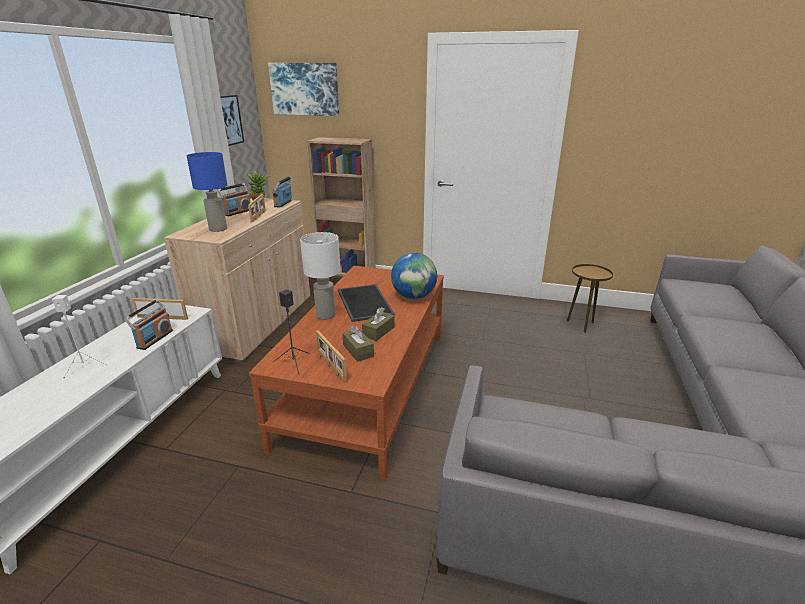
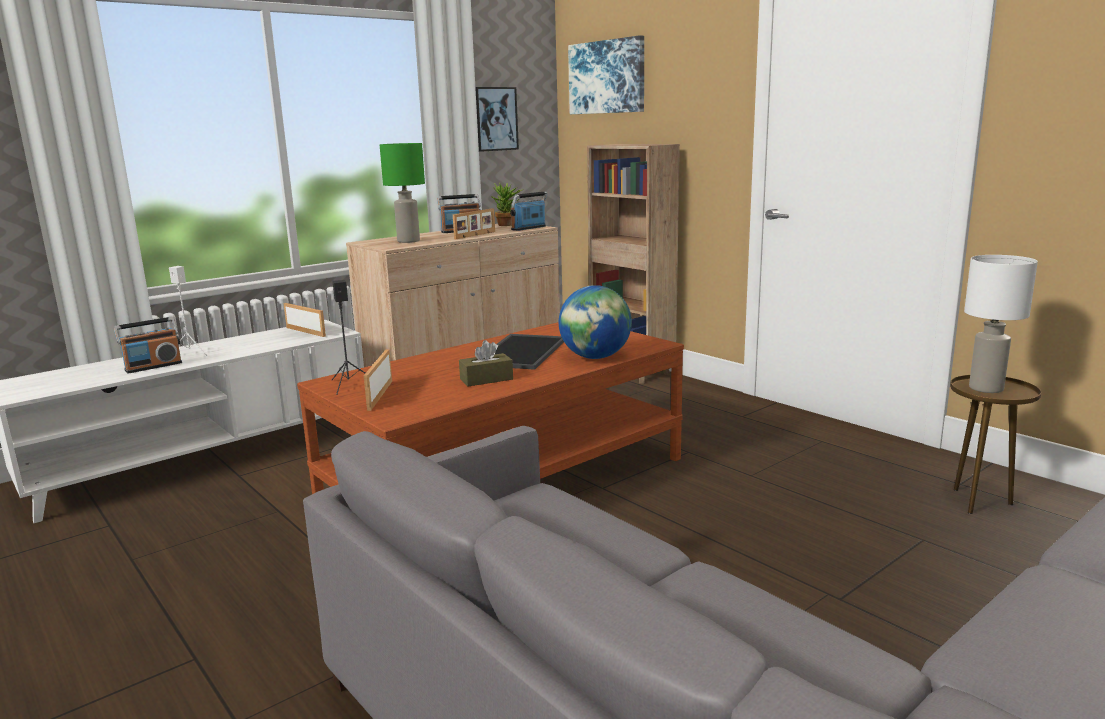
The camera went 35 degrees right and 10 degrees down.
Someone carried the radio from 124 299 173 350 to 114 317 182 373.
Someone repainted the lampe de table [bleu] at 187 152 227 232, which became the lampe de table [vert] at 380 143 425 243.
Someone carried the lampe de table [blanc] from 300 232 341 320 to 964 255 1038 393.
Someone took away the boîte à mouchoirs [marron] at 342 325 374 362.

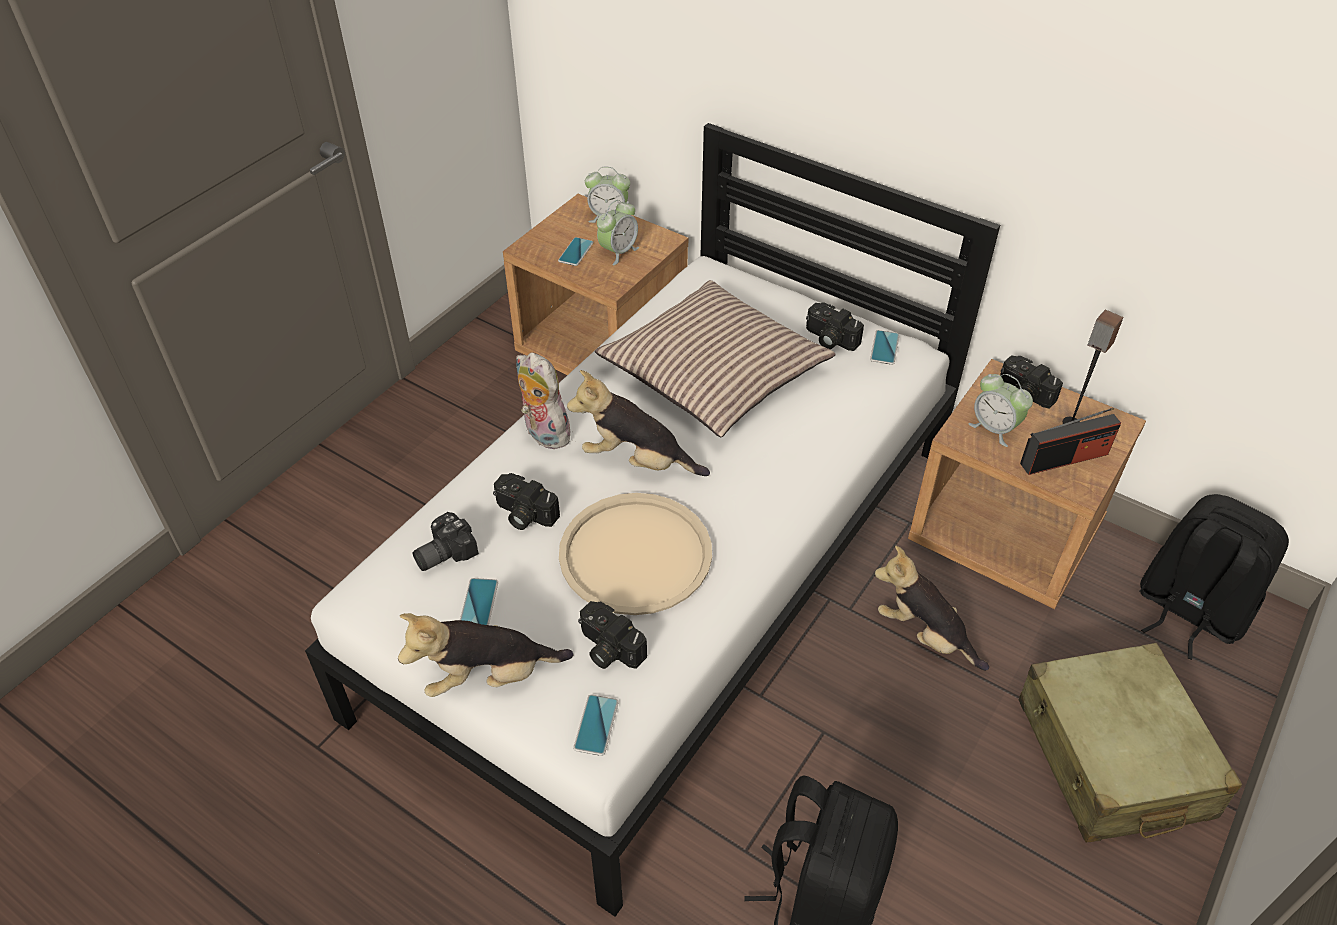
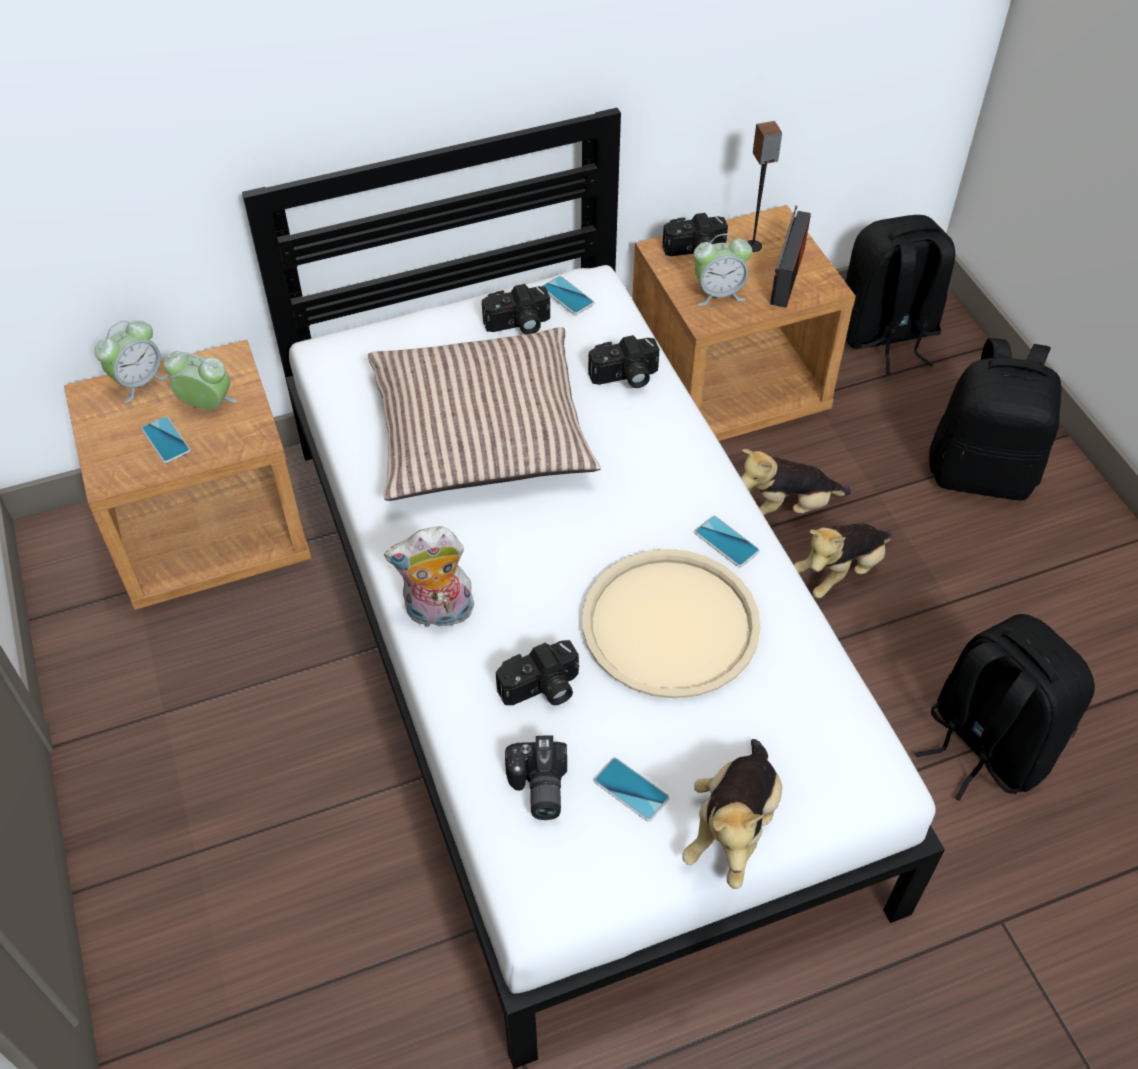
The camera went 55 degrees left and 5 degrees up.
Someone rotated the réveil at 597 200 639 265 by 60 degrees counterclockwise.
Someone carried the appareil photo from 578 601 647 669 to 588 335 660 388.
Someone carried the téléphone from 573 694 619 756 to 694 516 760 567.
Someone carried the peluche from 567 370 710 476 to 794 523 892 598.
Someone swapped the valise [beige] at 1019 643 1242 843 for the sac à dos [noir] at 929 338 1062 501.

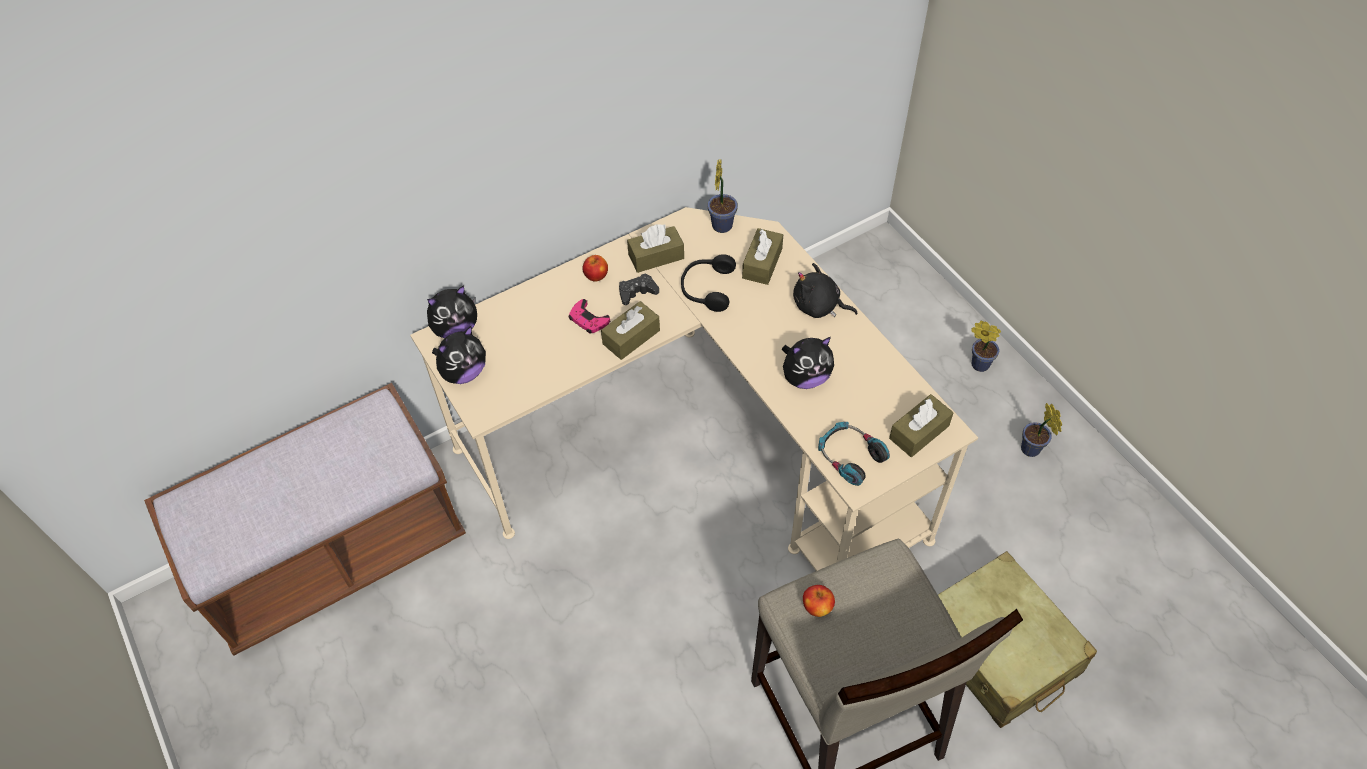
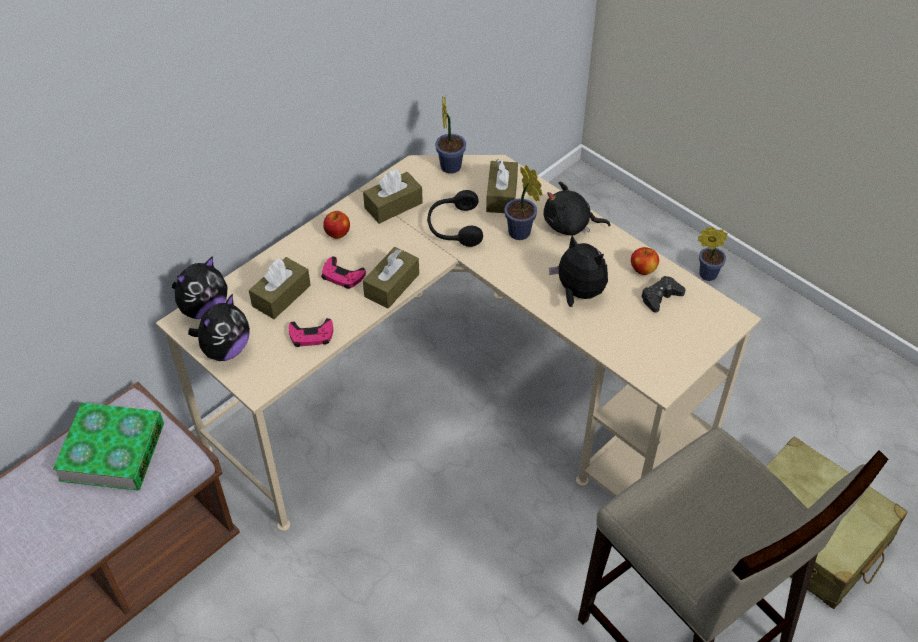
The camera went 15 degrees left and 5 degrees down.
Someone put down the livre at 53 402 164 491.
Someone carried the boîte à mouchoirs [marron] from 889 394 954 457 to 249 257 311 319.
Someone put down the manette [rose] at 289 318 333 347.
Someone carried the plante en pot from 1021 403 1062 457 to 504 165 542 240.
Someone rotated the peluche at 782 337 834 389 by 105 degrees counterclockwise.
Someone carried the pomme from 803 585 835 617 to 631 247 659 275.
Someone carried the manette [noir] from 619 273 659 305 to 641 276 686 313.
Someone took away the casque audio at 818 422 890 486.

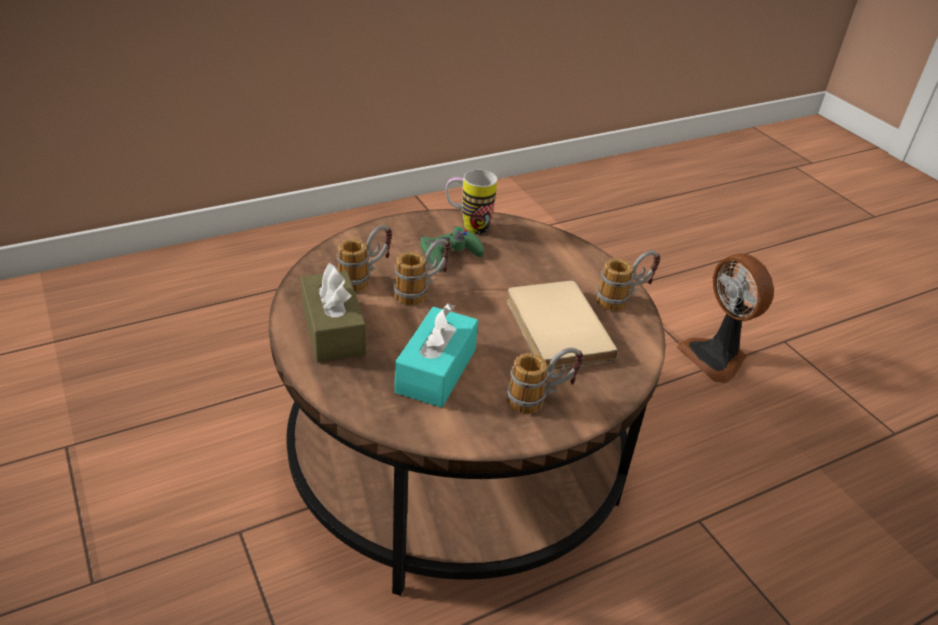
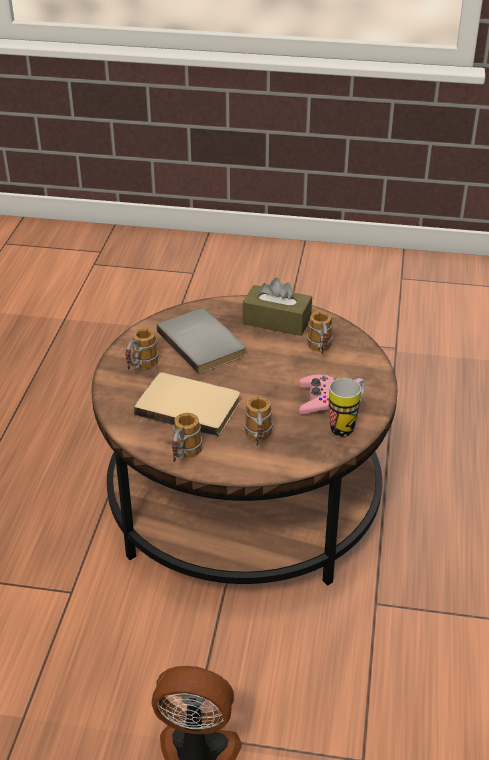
The camera went 130 degrees right and 0 degrees up.
Someone swapped the boîte à mouchoirs [turquoise] at 395 303 478 408 for the livre [gris] at 156 308 246 374.
Someone carried the mug from 393 239 451 306 to 244 396 273 446.
Someone repainted the manette [vert] at 420 226 484 271, which became the manette [rose] at 299 374 336 415.

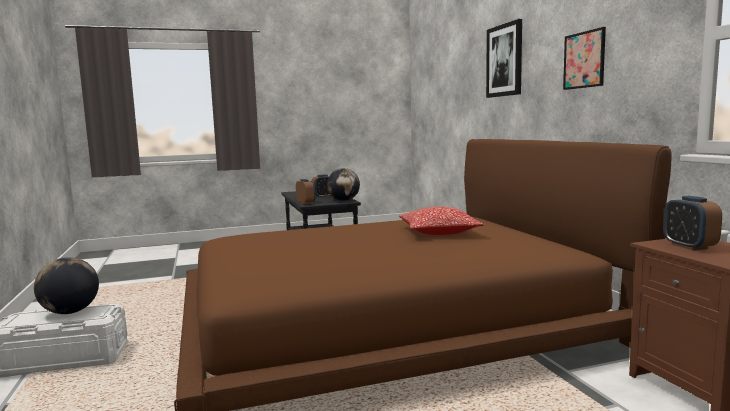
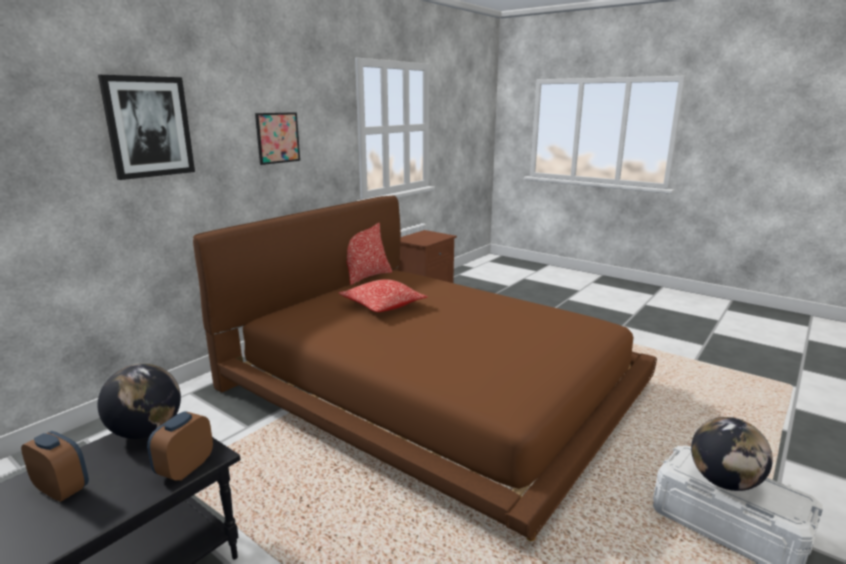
The camera went 125 degrees left and 10 degrees up.
Someone put down the coussin at 347 223 392 285.
Someone took away the réveil at 663 196 722 250.

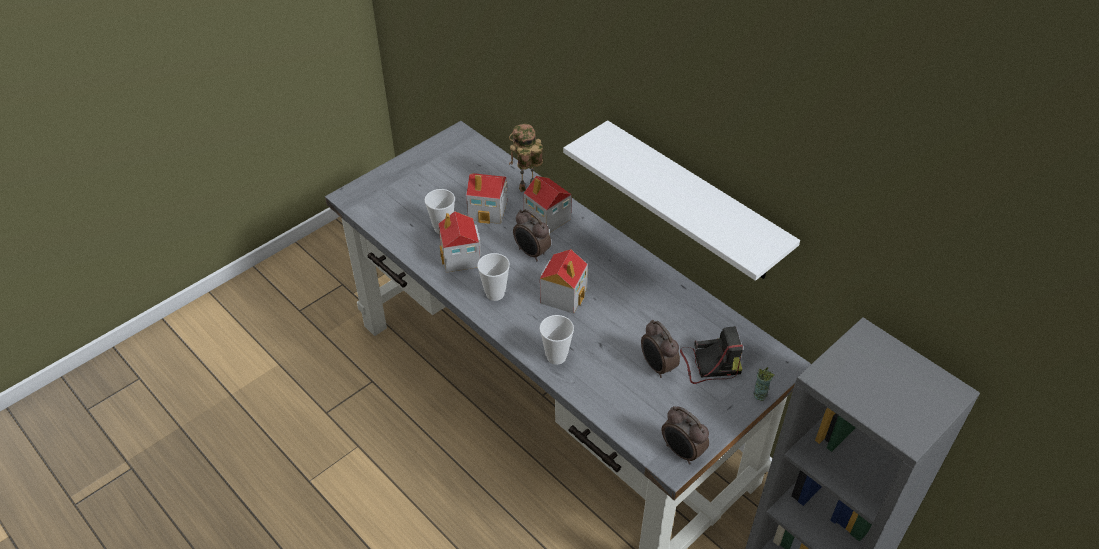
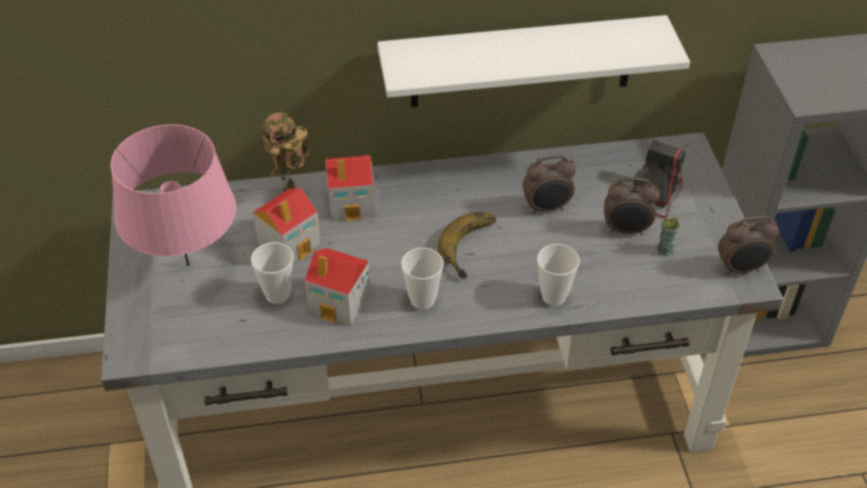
The camera went 55 degrees left and 0 degrees up.
Someone put down the lampe de table [rose] at 111 124 236 266.
Someone swapped the maison miniature at 540 249 588 314 for the banane at 438 212 496 278.
Someone carried the réveil from 513 209 551 261 to 523 155 576 214.
Someone carried the tasse from 753 367 775 401 to 658 216 680 256.

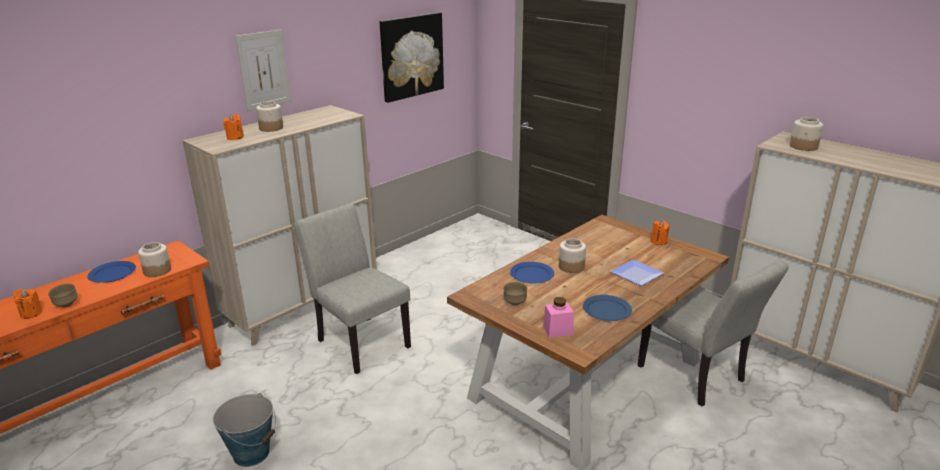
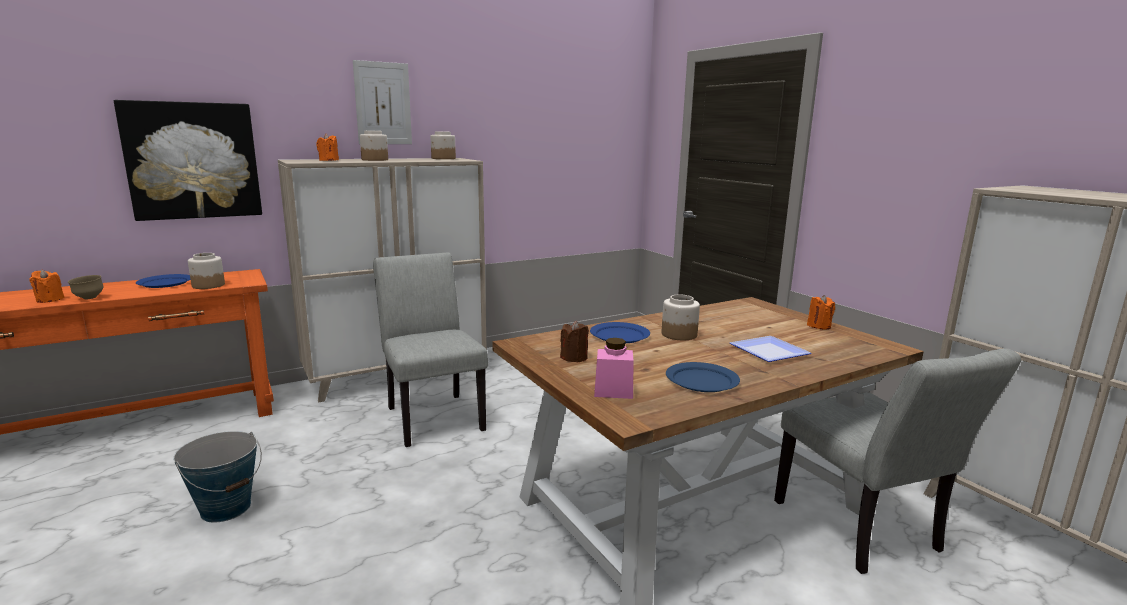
The camera went 15 degrees right and 10 degrees down.
Someone carried the tableau from 380 12 444 103 to 114 100 262 221.
Someone carried the bocal from 790 117 823 151 to 431 131 456 159.
Someone swapped the bol [marron] at 503 282 527 306 for the bougie [marron] at 560 321 589 362.

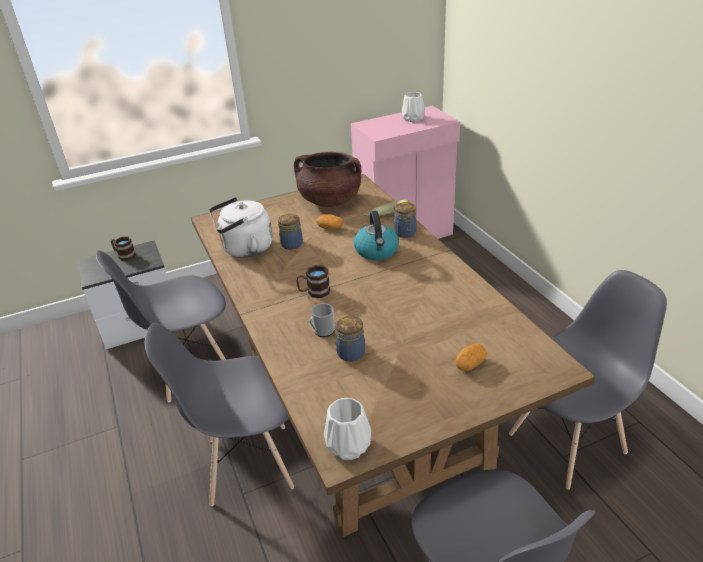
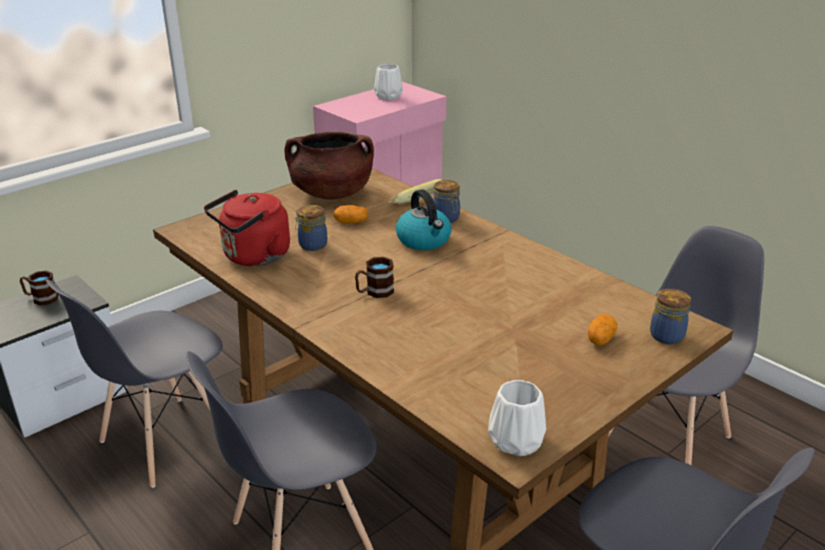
The camera went 20 degrees left and 5 degrees down.
Someone repainted the bouilloire [blanc] at 209 197 272 258, which became the bouilloire [rouge] at 204 190 290 266.
Someone carried the bocal from 335 316 365 362 to 650 289 691 345.
Someone took away the mug at 309 303 334 337.

